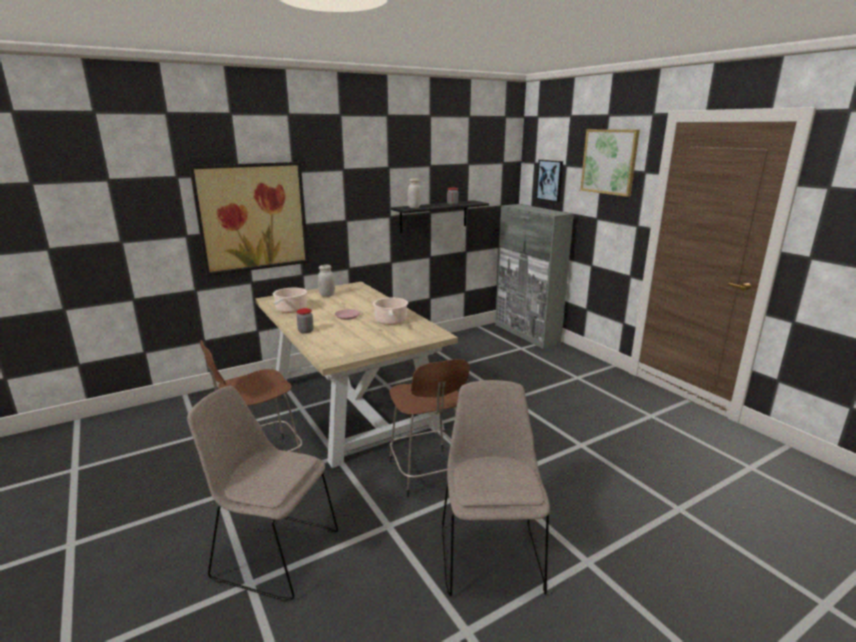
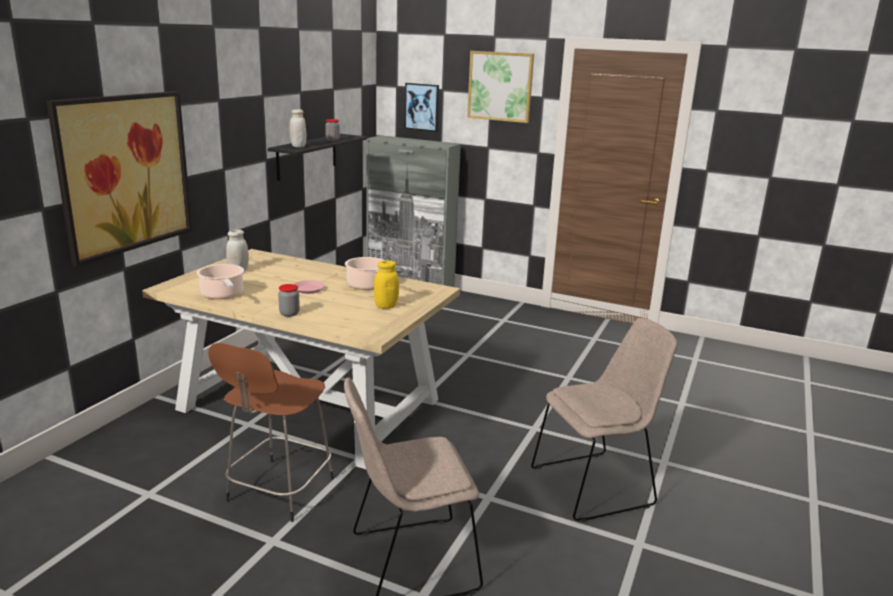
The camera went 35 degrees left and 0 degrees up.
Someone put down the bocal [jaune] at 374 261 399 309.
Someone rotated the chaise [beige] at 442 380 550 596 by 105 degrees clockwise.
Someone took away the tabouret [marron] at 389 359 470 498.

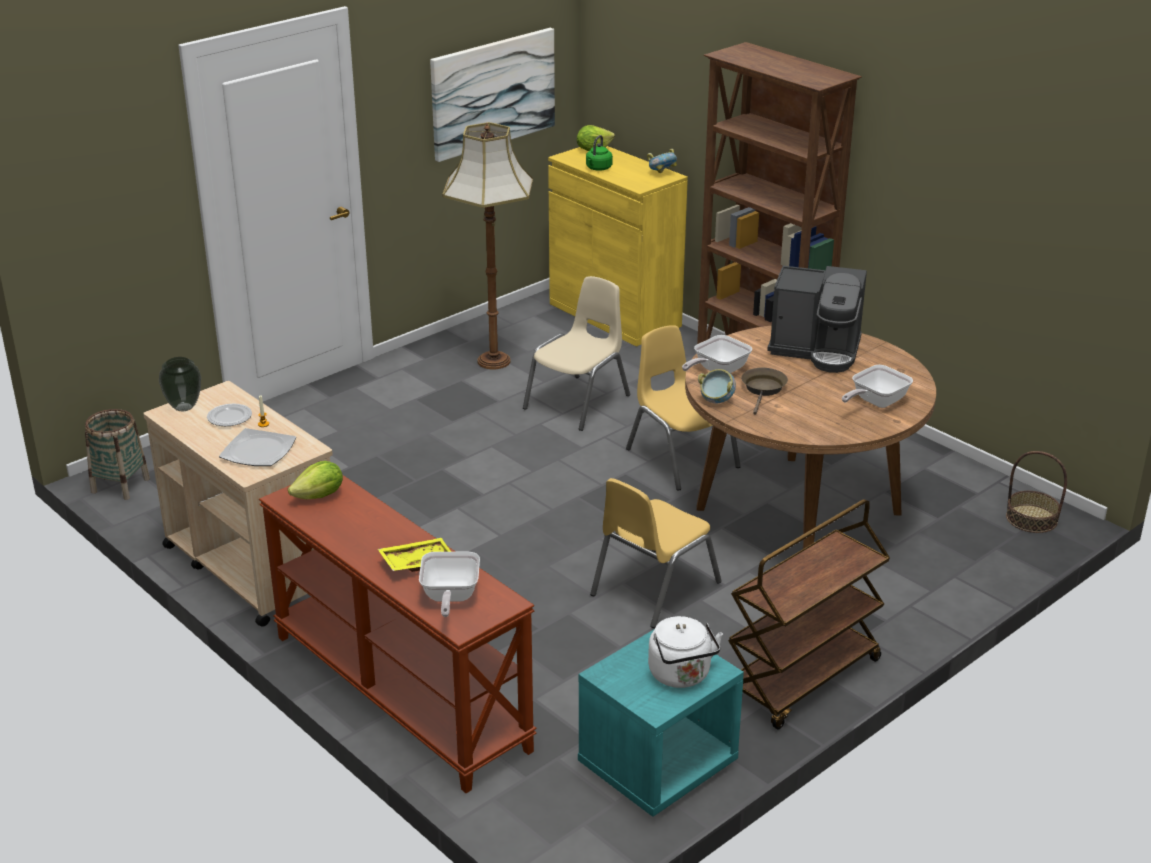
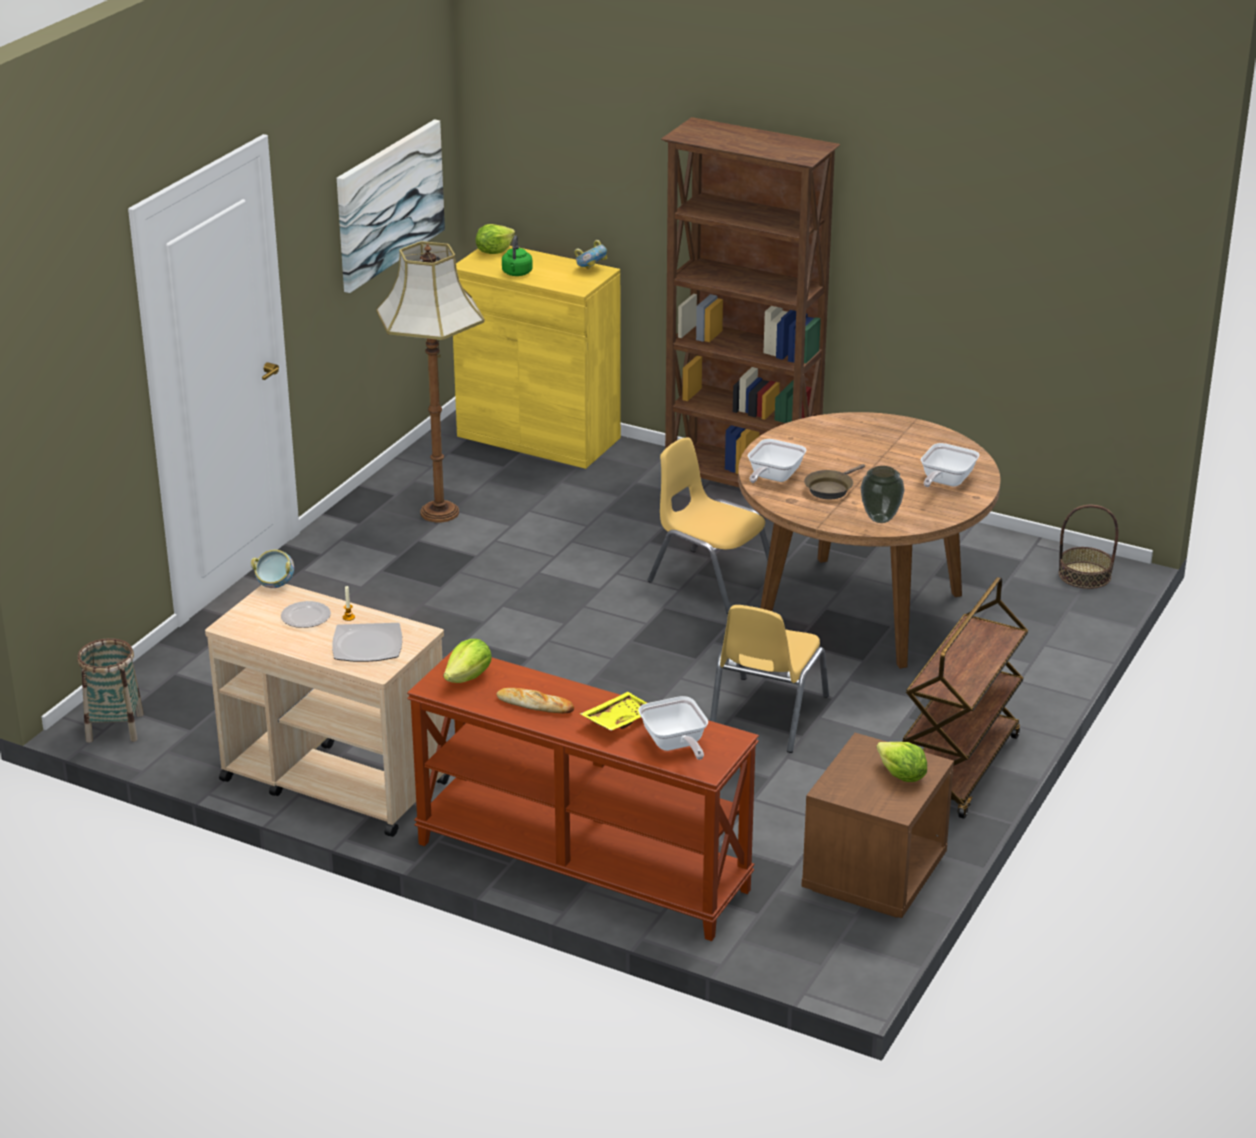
The camera went 20 degrees left and 0 degrees up.
Someone carried the bol from 698 369 736 403 to 251 549 294 588.
Someone put down the pain at 496 688 574 713.
Someone repainted the table de chevet [turquoise] at 578 629 744 817, which became the table de chevet [marron] at 801 733 954 918.
Someone rotated the poêle [marron] at 741 368 788 415 by 135 degrees counterclockwise.
Someone carried the vase from 159 357 201 411 to 861 466 904 523.
Someone swapped the bouilloire [blanc] at 648 616 723 688 for the laitue at 877 742 927 782.
Someone took away the chaise [beige] at 523 276 630 431.
Someone took away the machine à café at 767 266 867 373.

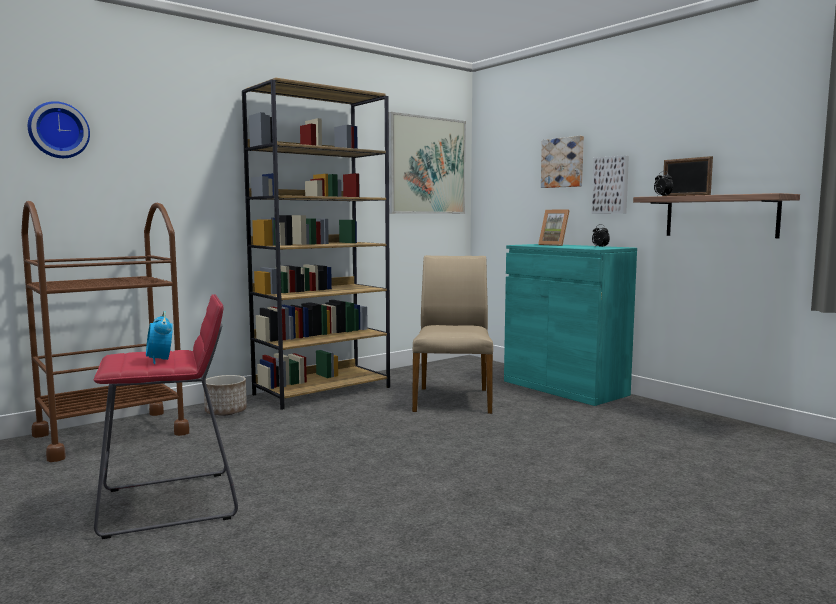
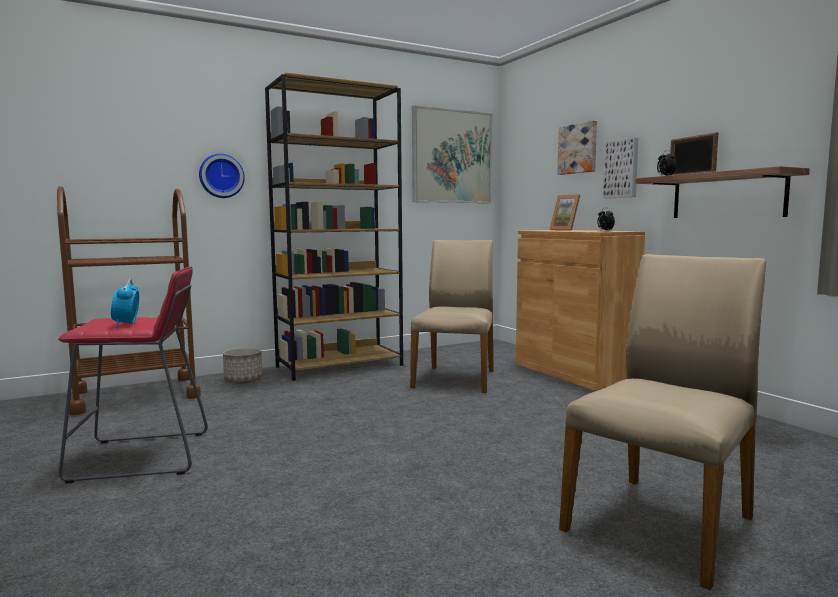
The camera went 10 degrees right and 0 degrees up.
Someone carried the horloge murale from 28 101 90 158 to 199 154 245 198.
Someone repainted the meuble de rangement [turquoise] at 504 244 637 406, which became the meuble de rangement [marron] at 516 230 645 391.
Someone put down the chaise [beige] at 559 254 766 590.

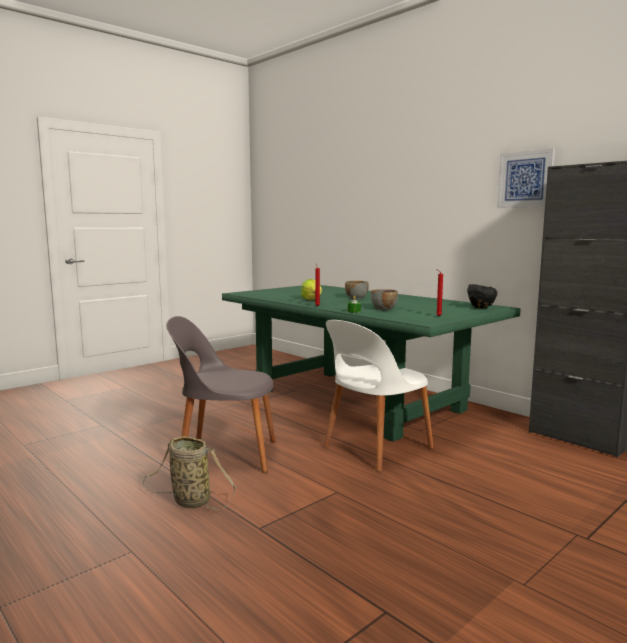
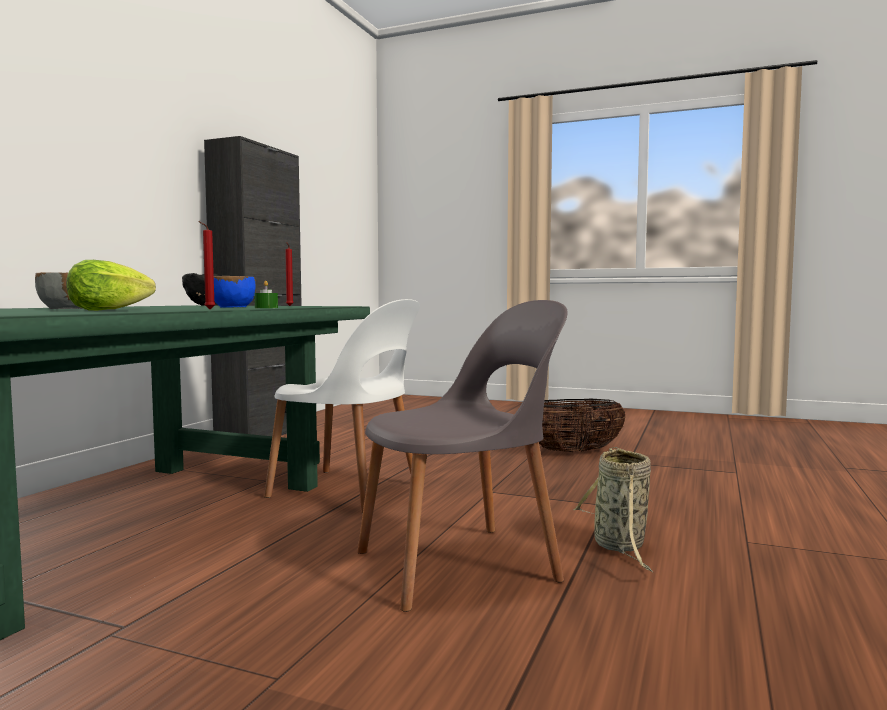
The camera went 115 degrees left and 5 degrees down.
Someone repainted the bol [gris] at 371 289 398 310, which became the bol [bleu] at 214 276 256 307.
Someone rotated the chaise [gris] at 166 316 276 473 by 90 degrees counterclockwise.
Someone put down the panier at 539 398 626 452.
Someone took away the tableau at 497 148 555 208.

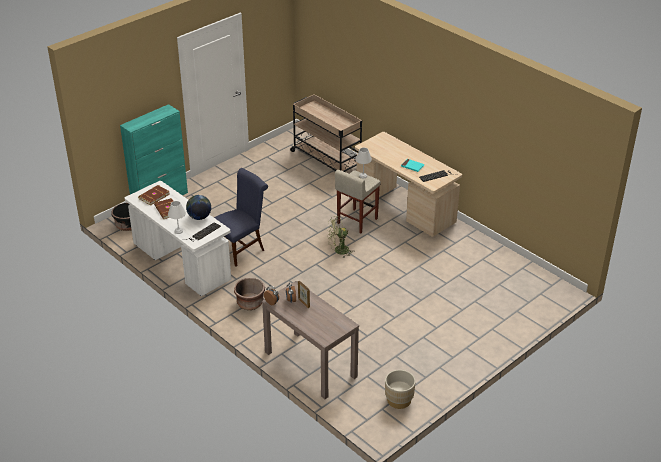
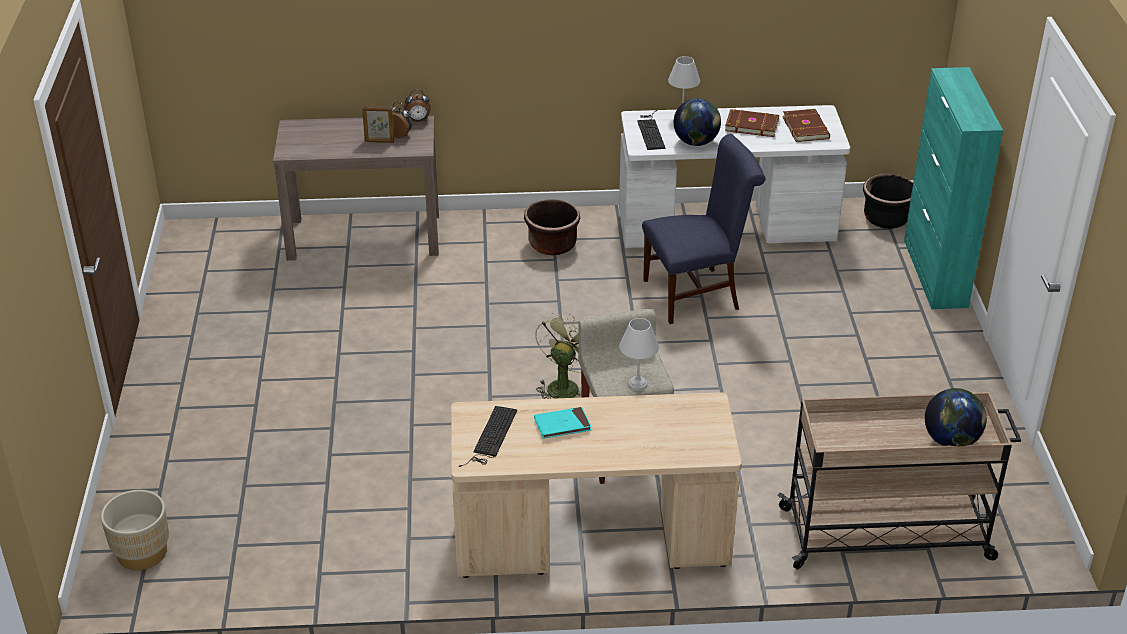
The camera went 130 degrees right and 0 degrees up.
Someone carried the cache-pot [beige] from 385 370 416 409 to 101 490 169 570.
Someone rotated the chaise [bleu] at 214 168 268 266 by 105 degrees counterclockwise.
Someone put down the globe at 925 388 987 447.

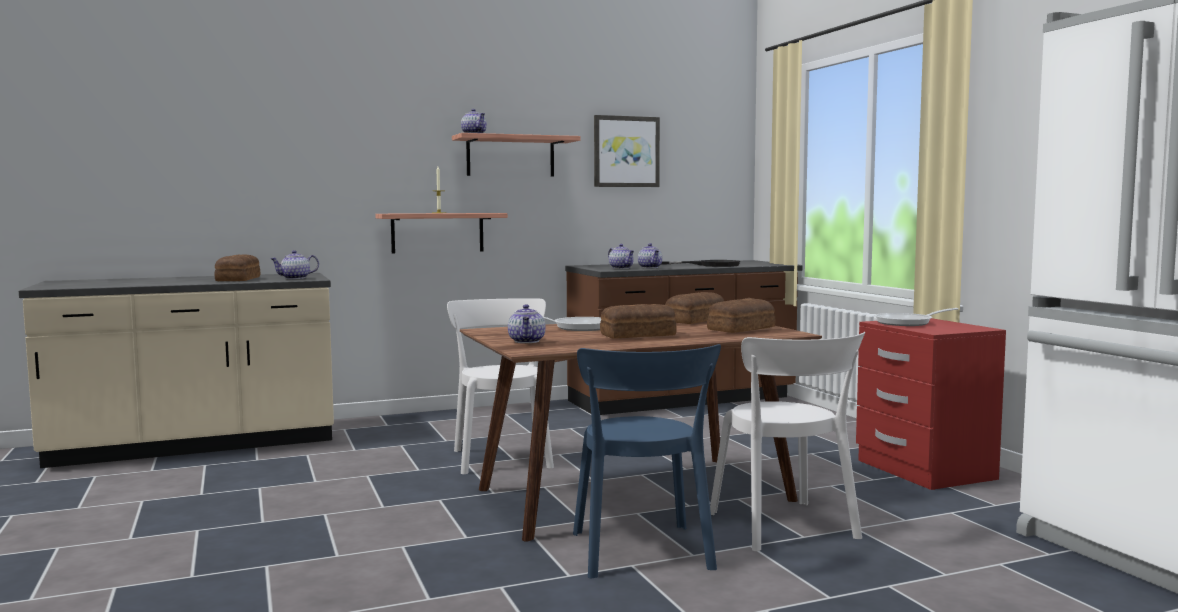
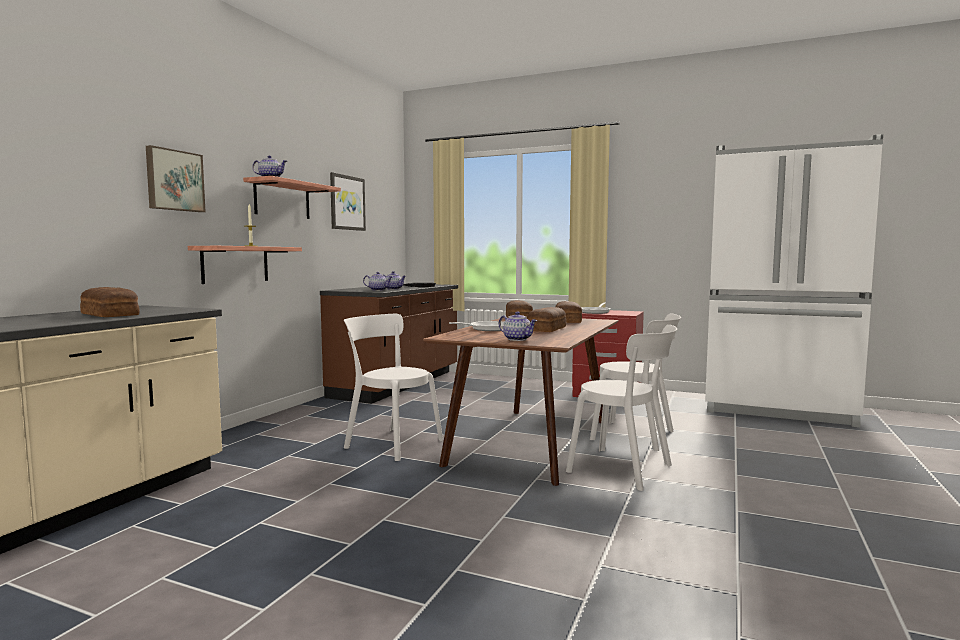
The camera went 45 degrees left and 0 degrees up.
Someone put up the tableau at 146 145 206 212.
Someone repainted the chaise [bleu] at 573 344 721 578, which became the chaise [blanc] at 566 325 677 491.
Someone took away the théière at 270 250 319 279.

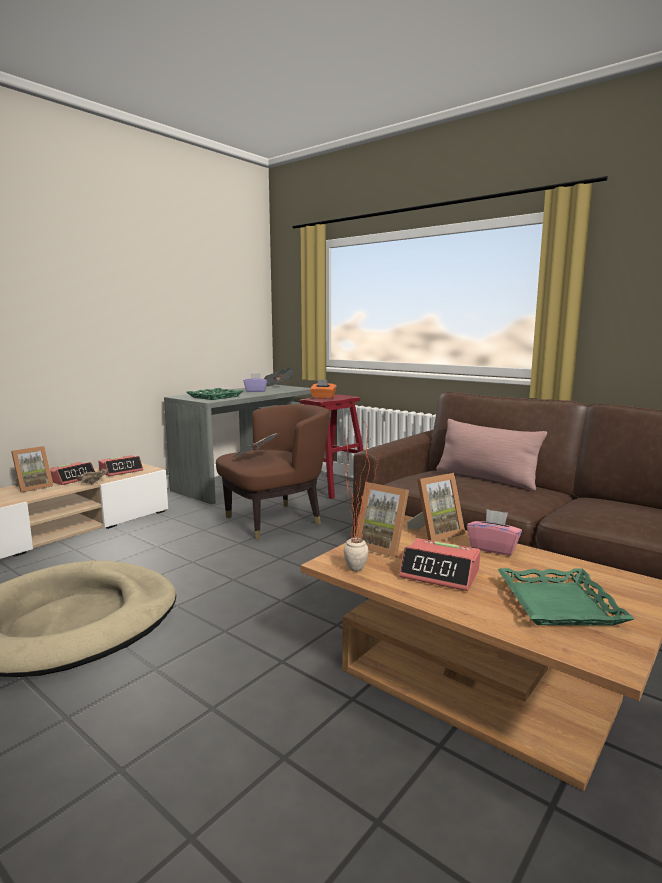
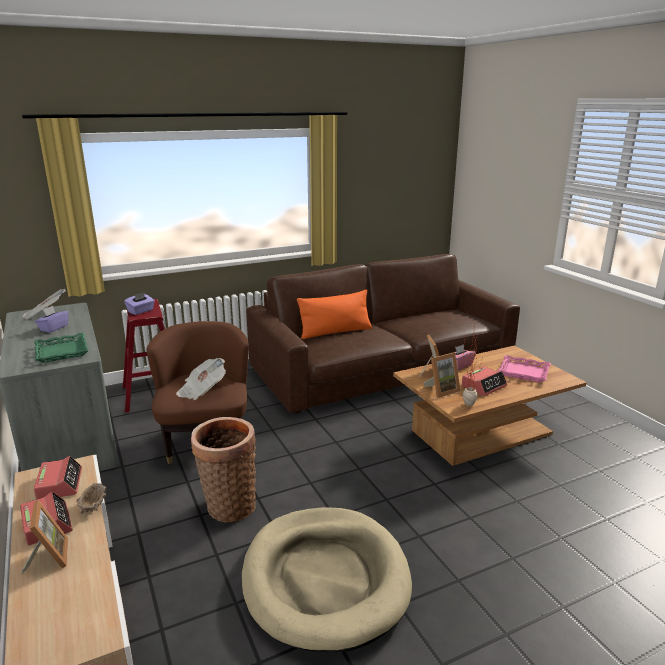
The camera went 65 degrees left and 10 degrees up.
Someone repainted the boîte à mouchoirs [orange] at 310 379 336 399, which became the boîte à mouchoirs [violet] at 124 292 155 315.
Someone put down the panier at 191 417 256 523.
Someone repainted the coussin [rose] at 436 419 547 491, which became the coussin [orange] at 297 290 372 339.
Someone repainted the plateau [vert] at 497 568 634 626, which became the plateau [rose] at 498 355 551 382.

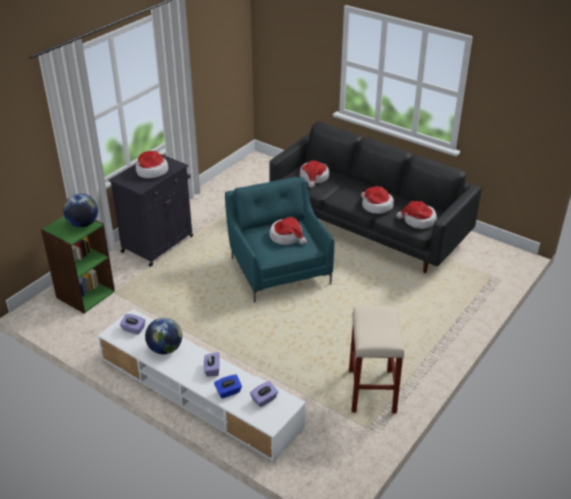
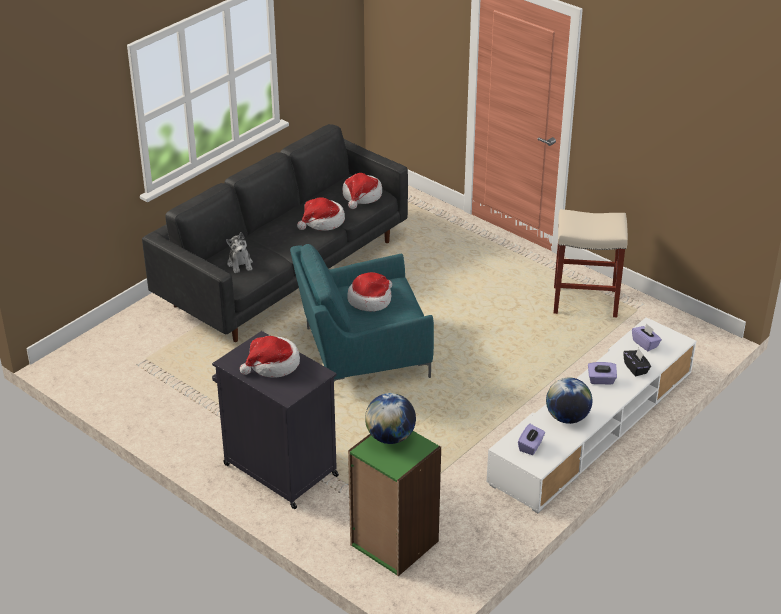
The camera went 85 degrees left and 0 degrees up.
Someone swapped the chapeau at 300 160 329 188 for the peluche at 226 232 253 273.
Someone repainted the boîte à mouchoirs [bleu] at 214 375 242 399, which became the boîte à mouchoirs [noir] at 623 348 651 376.

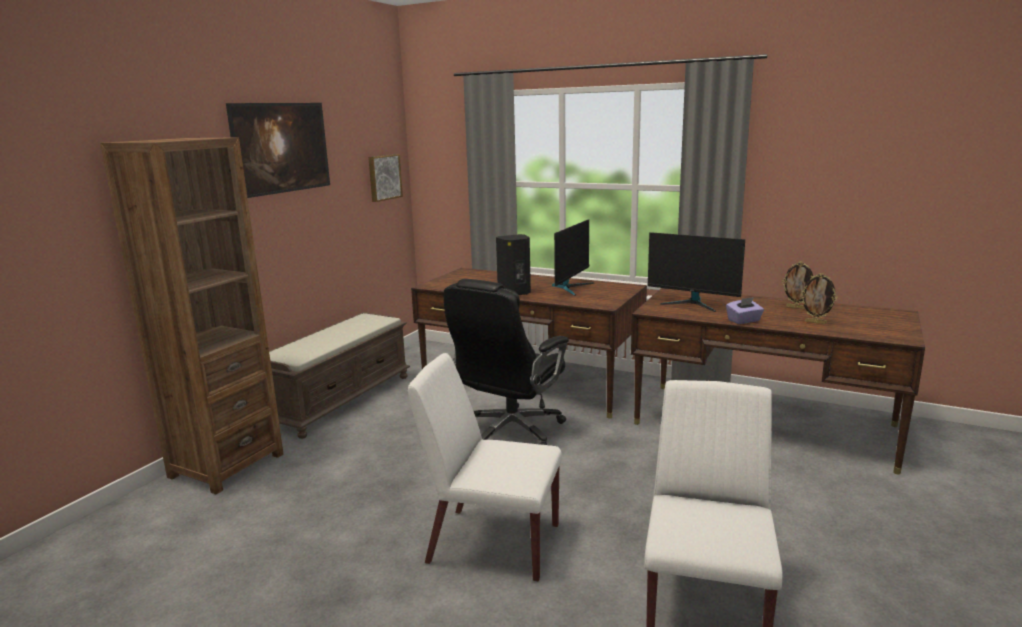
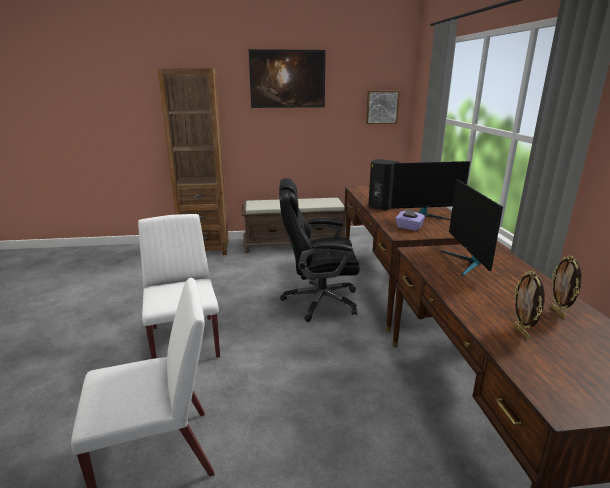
The camera went 55 degrees right and 5 degrees up.
Someone carried the boîte à mouchoirs [violet] from 726 297 764 324 to 395 209 425 231.

